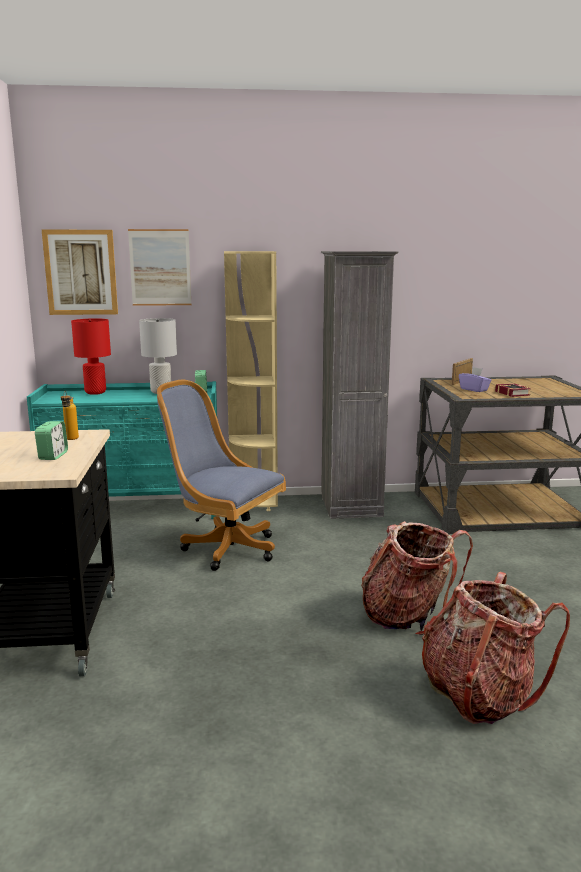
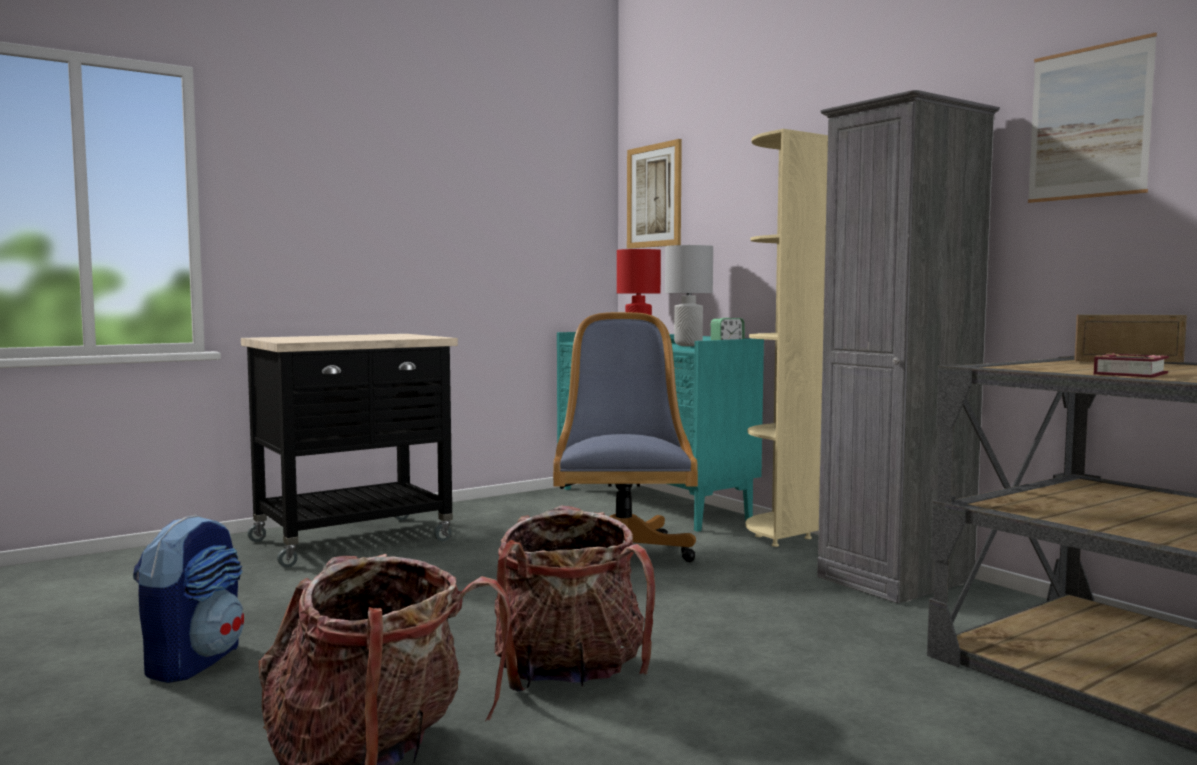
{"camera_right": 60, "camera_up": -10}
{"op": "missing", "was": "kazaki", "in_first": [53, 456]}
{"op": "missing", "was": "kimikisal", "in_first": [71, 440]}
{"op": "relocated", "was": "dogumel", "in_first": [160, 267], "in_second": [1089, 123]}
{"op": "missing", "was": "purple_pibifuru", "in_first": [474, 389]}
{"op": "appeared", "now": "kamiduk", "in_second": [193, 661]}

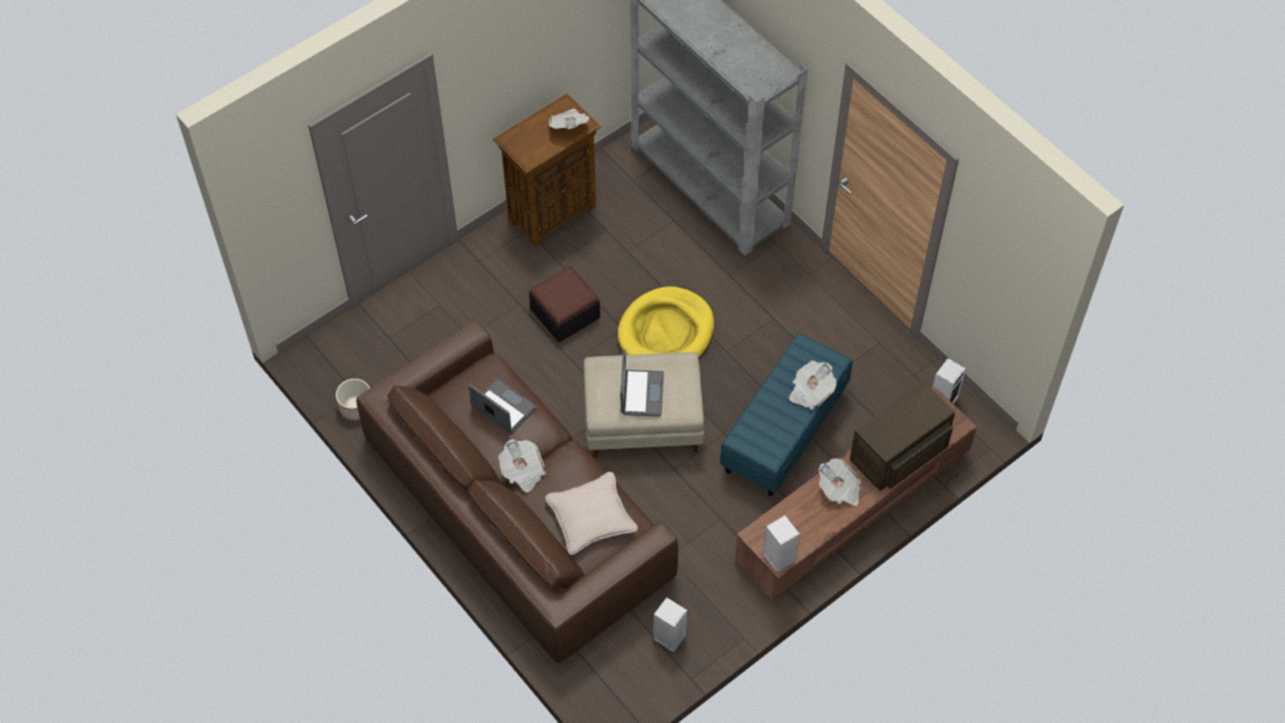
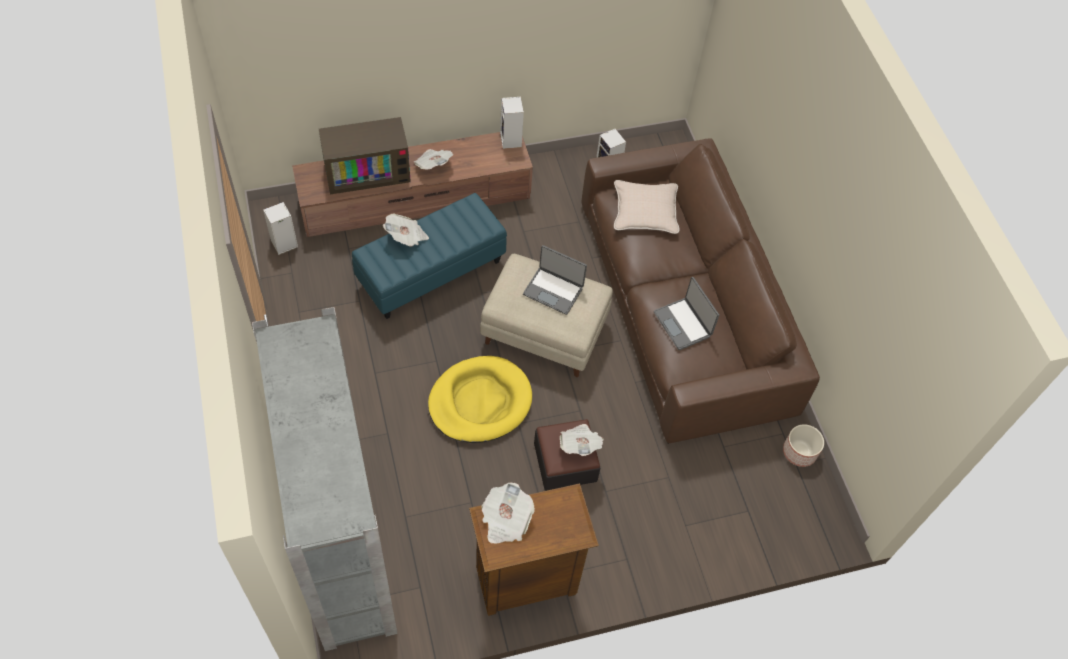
{"camera_right": -160, "camera_up": 0}
{"op": "relocated", "was": "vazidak", "in_first": [522, 471], "in_second": [580, 445]}
{"op": "spun", "was": "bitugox", "in_first": [641, 393], "in_second": [553, 290], "clockwise": -90}

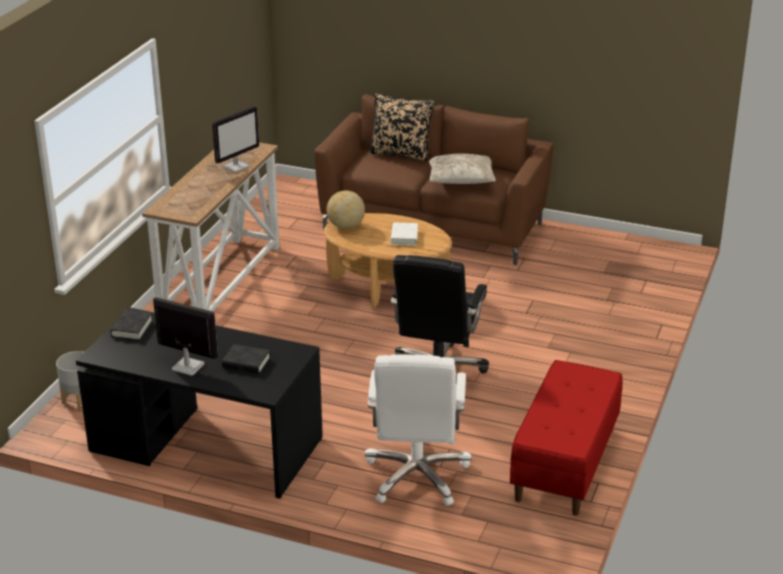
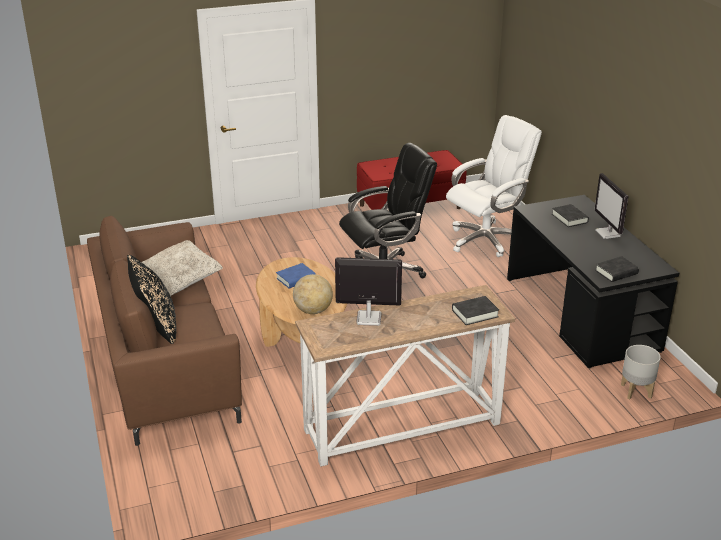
{"camera_right": -130, "camera_up": 0}
{"op": "colour", "was": "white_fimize", "now": "blue_fimize", "in_first": [404, 237], "in_second": [296, 279]}
{"op": "appeared", "now": "black_fimize", "in_second": [475, 313]}

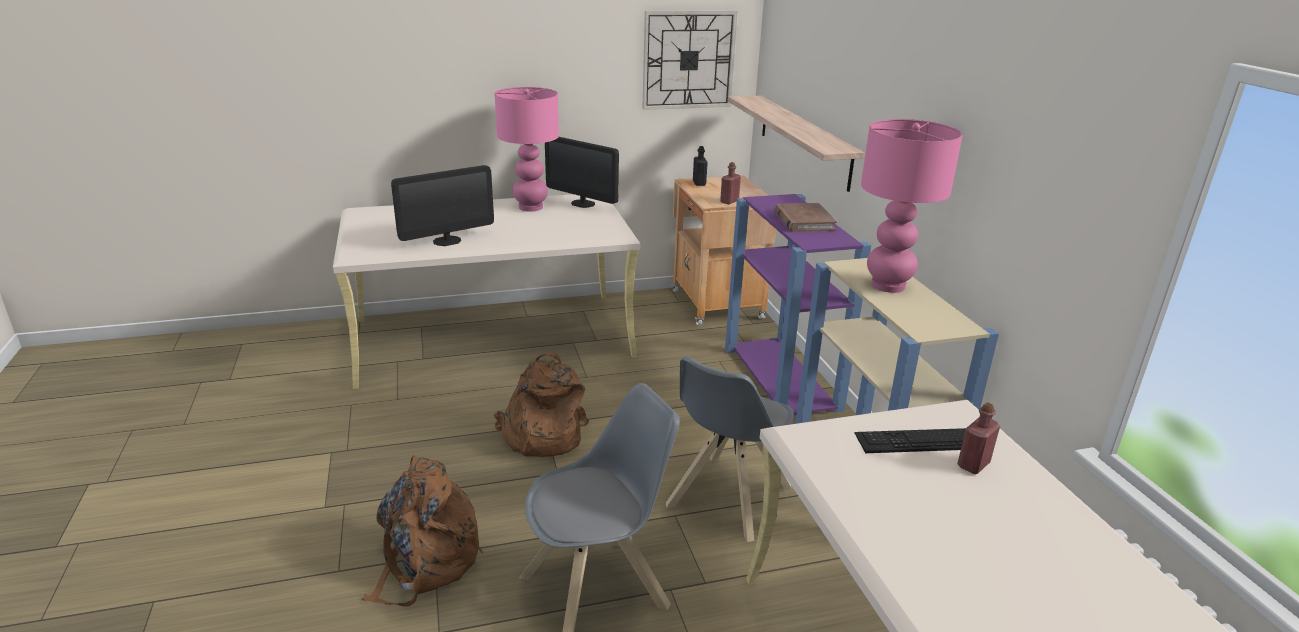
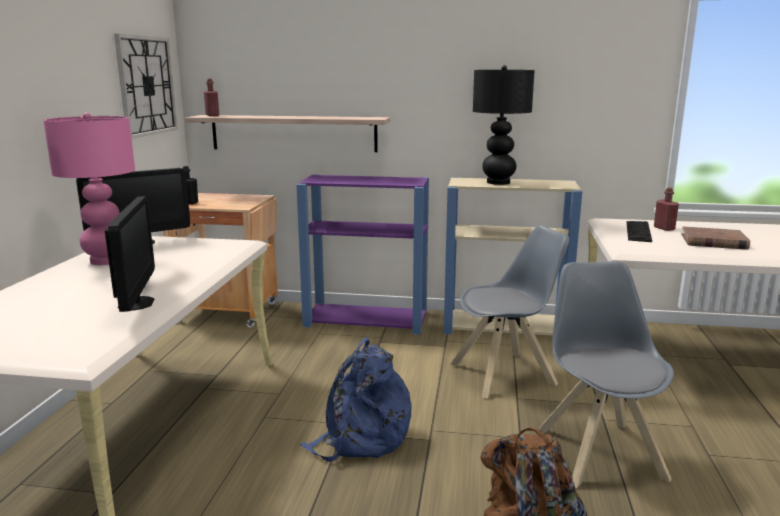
{"camera_right": -65, "camera_up": -10}
{"op": "colour", "was": "brown_kamiduk", "now": "blue_kamiduk", "in_first": [541, 435], "in_second": [361, 437]}
{"op": "spun", "was": "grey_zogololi", "in_first": [727, 498], "in_second": [505, 374], "clockwise": -75}
{"op": "relocated", "was": "red_kimikisal", "in_first": [729, 201], "in_second": [212, 115]}
{"op": "relocated", "was": "brown_fimize", "in_first": [803, 221], "in_second": [713, 242]}
{"op": "colour", "was": "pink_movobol", "now": "black_movobol", "in_first": [887, 285], "in_second": [498, 182]}

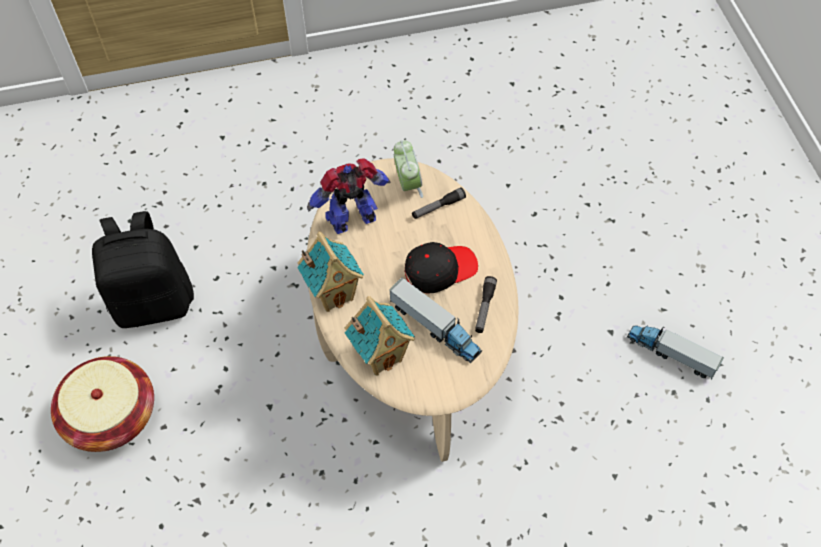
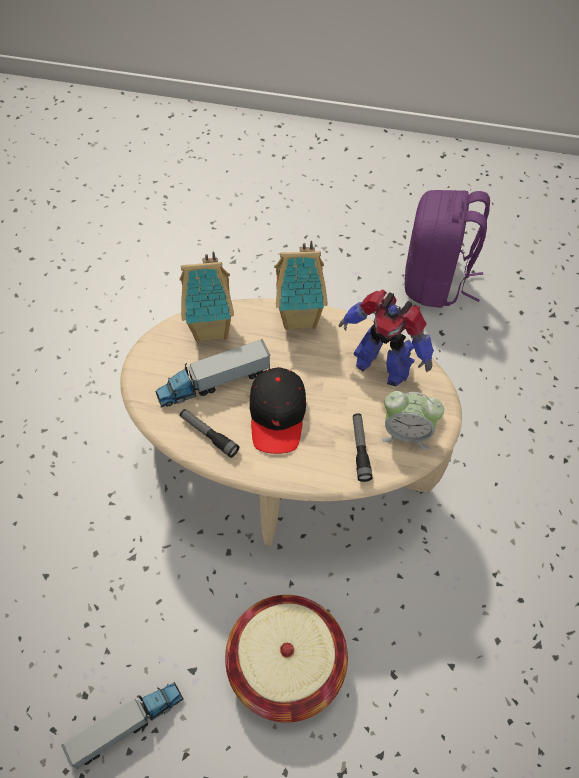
{"camera_right": 115, "camera_up": 0}
{"op": "relocated", "was": "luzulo", "in_first": [111, 416], "in_second": [286, 664]}
{"op": "colour", "was": "black_kamiduk", "now": "purple_kamiduk", "in_first": [153, 301], "in_second": [436, 282]}
{"op": "spun", "was": "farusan", "in_first": [353, 220], "in_second": [382, 365], "clockwise": 120}

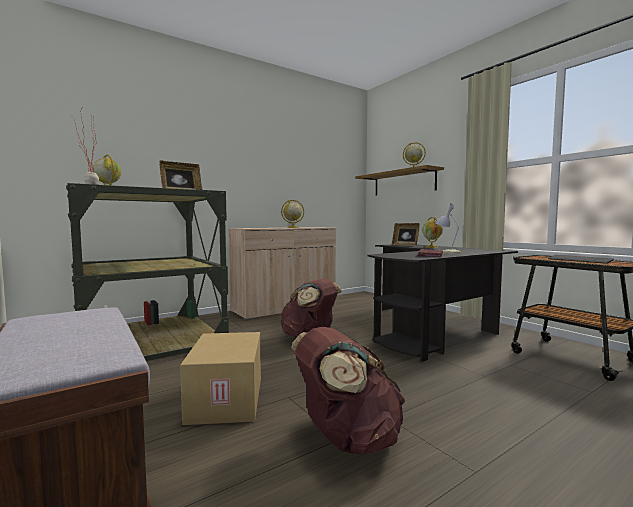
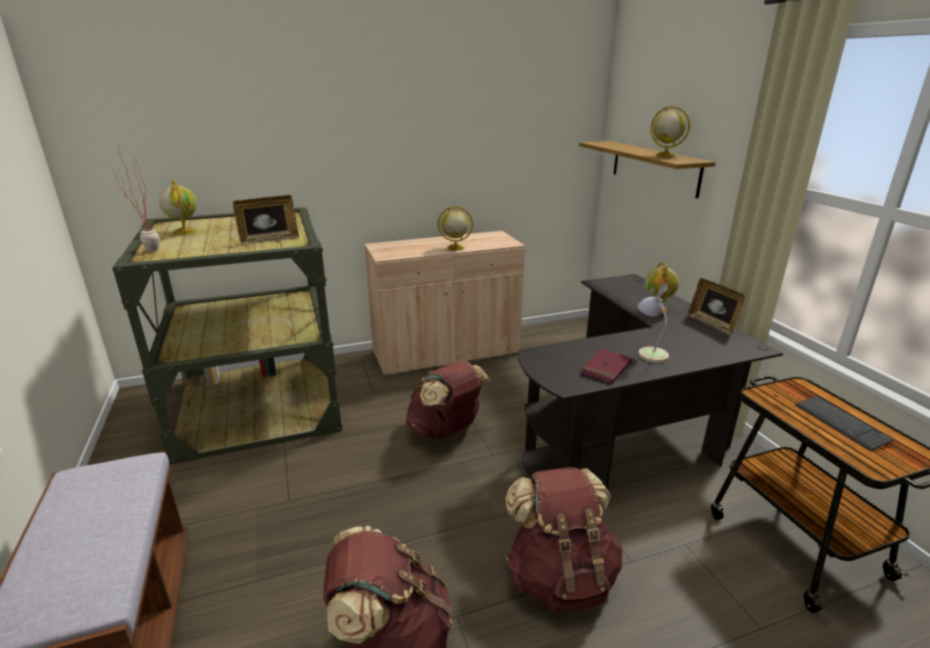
{"camera_right": 15, "camera_up": 20}
{"op": "missing", "was": "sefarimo", "in_first": [228, 399]}
{"op": "relocated", "was": "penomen", "in_first": [405, 245], "in_second": [712, 324]}
{"op": "appeared", "now": "brown_kamiduk", "in_second": [560, 577]}

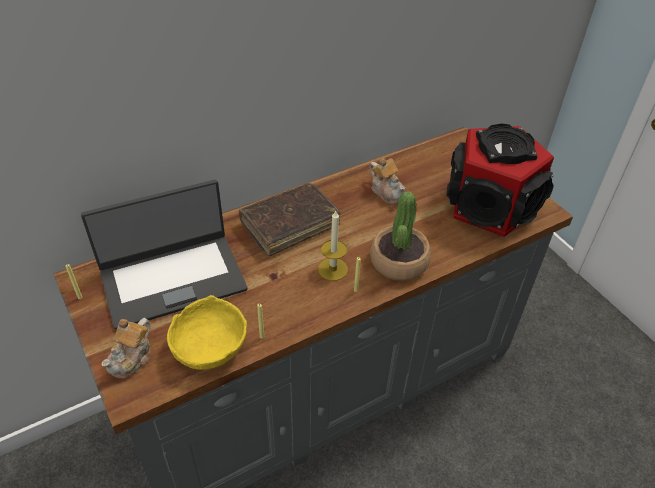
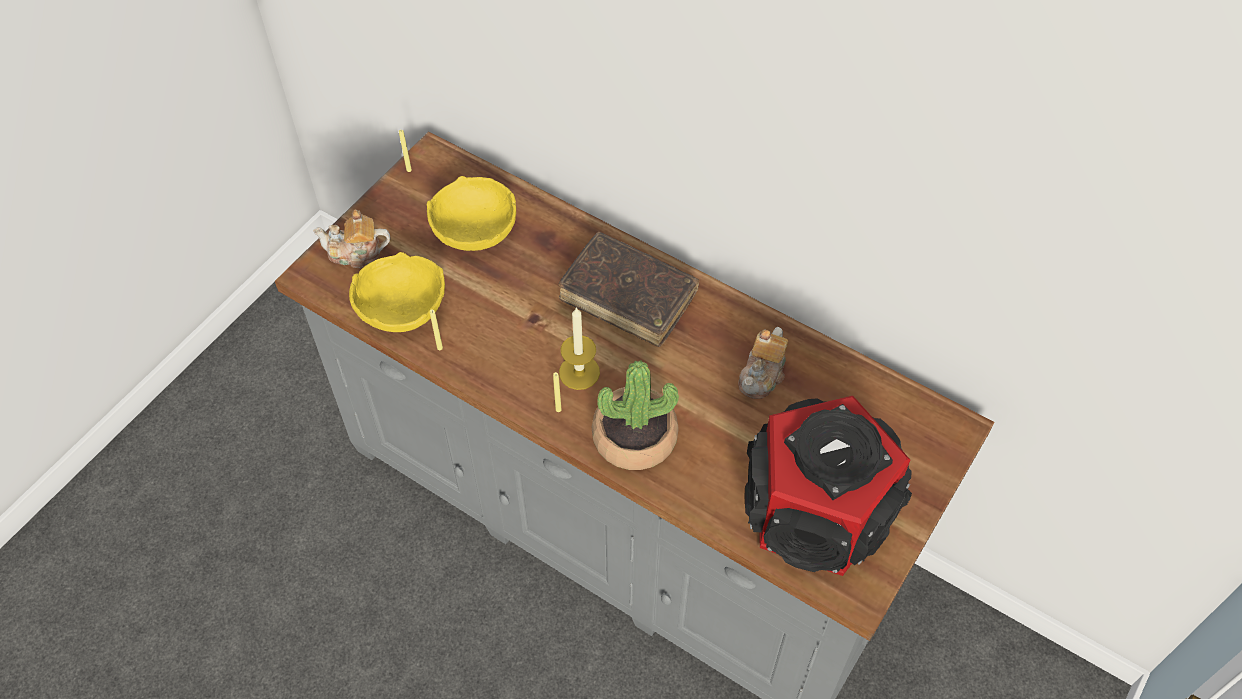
{"camera_right": 65, "camera_up": 10}
{"op": "exchanged", "was": "bitugox", "now": "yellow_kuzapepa", "in_first": [172, 279], "in_second": [476, 230]}

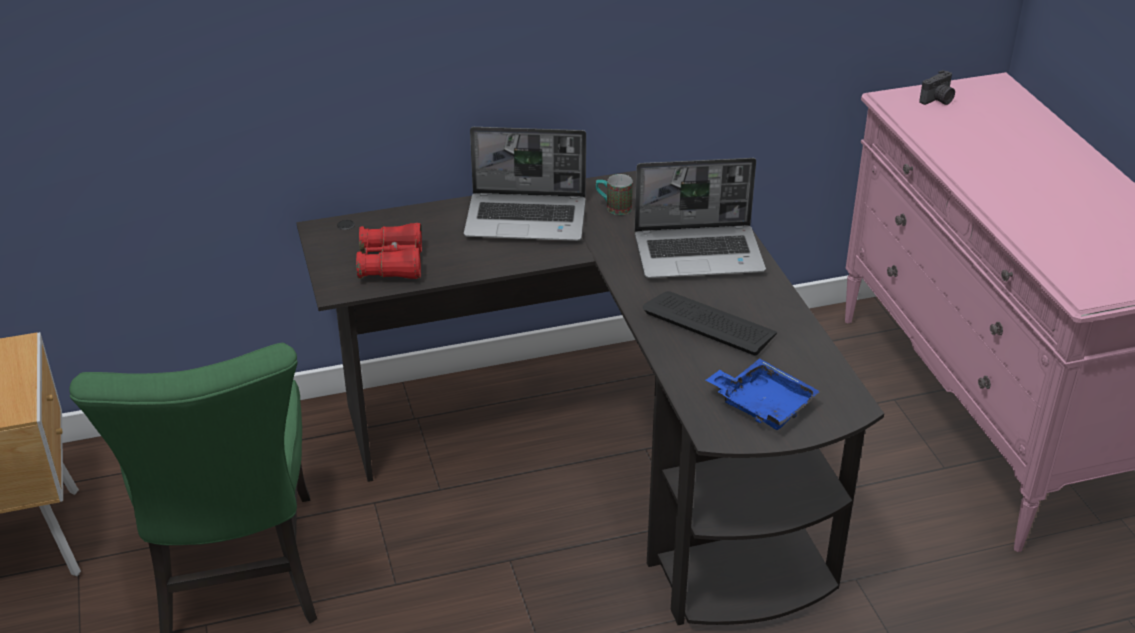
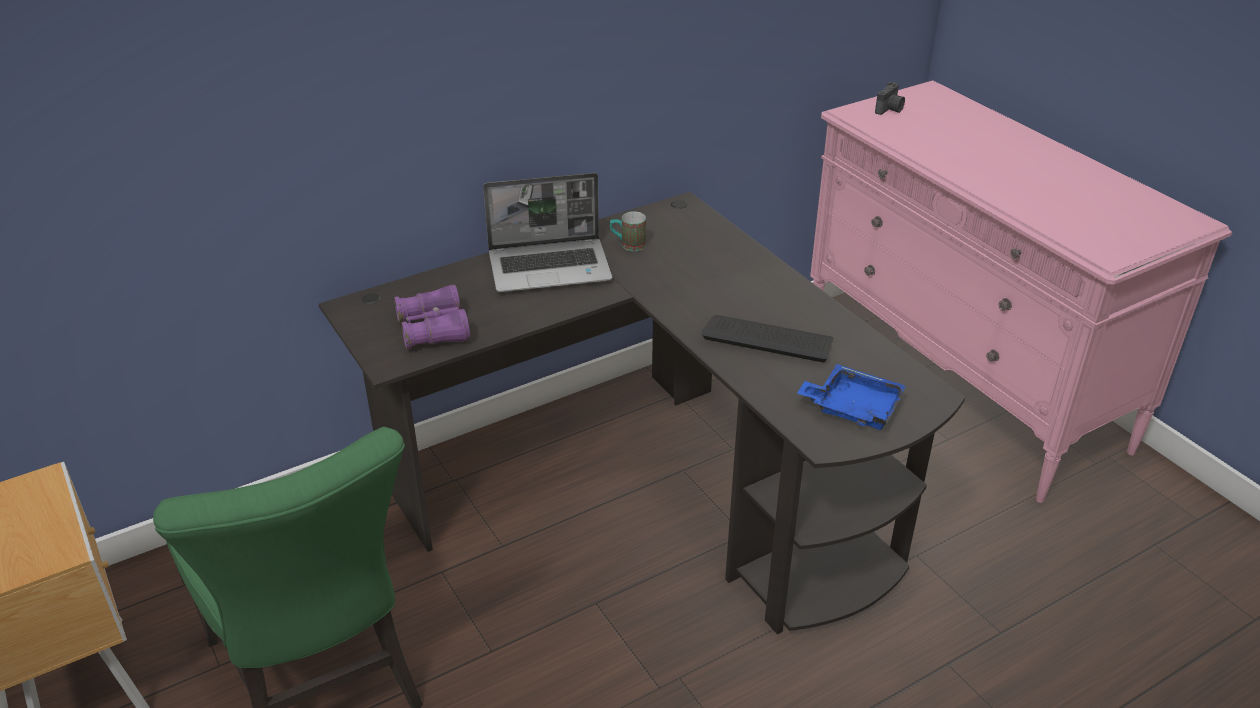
{"camera_right": -15, "camera_up": 0}
{"op": "colour", "was": "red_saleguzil", "now": "purple_saleguzil", "in_first": [391, 264], "in_second": [433, 330]}
{"op": "missing", "was": "bitugox", "in_first": [700, 253]}

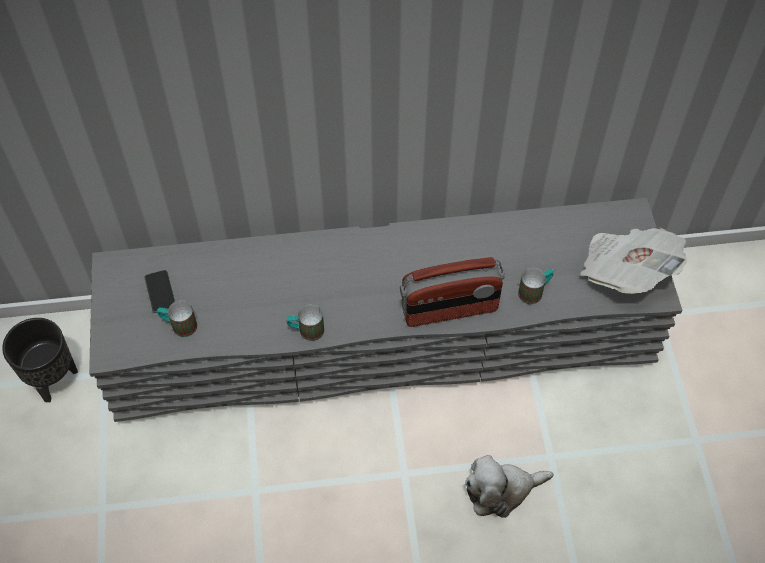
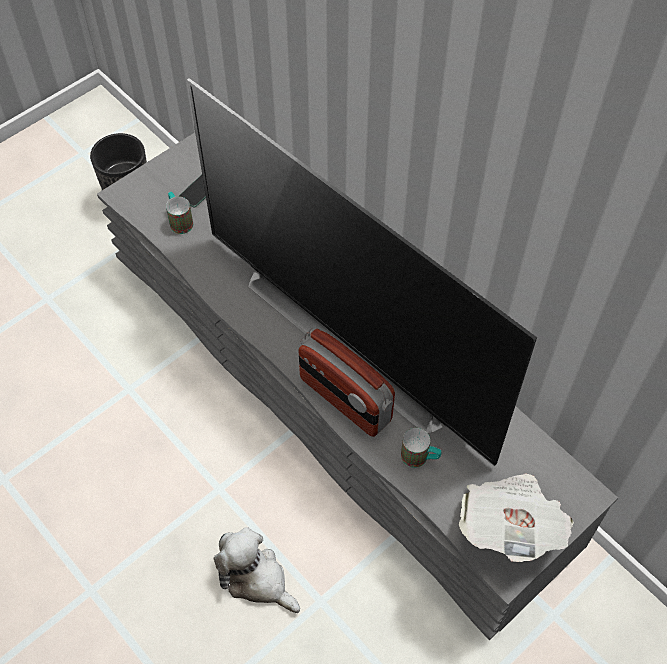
{"camera_right": 55, "camera_up": 0}
{"op": "missing", "was": "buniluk", "in_first": [306, 331]}
{"op": "appeared", "now": "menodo", "in_second": [355, 336]}

